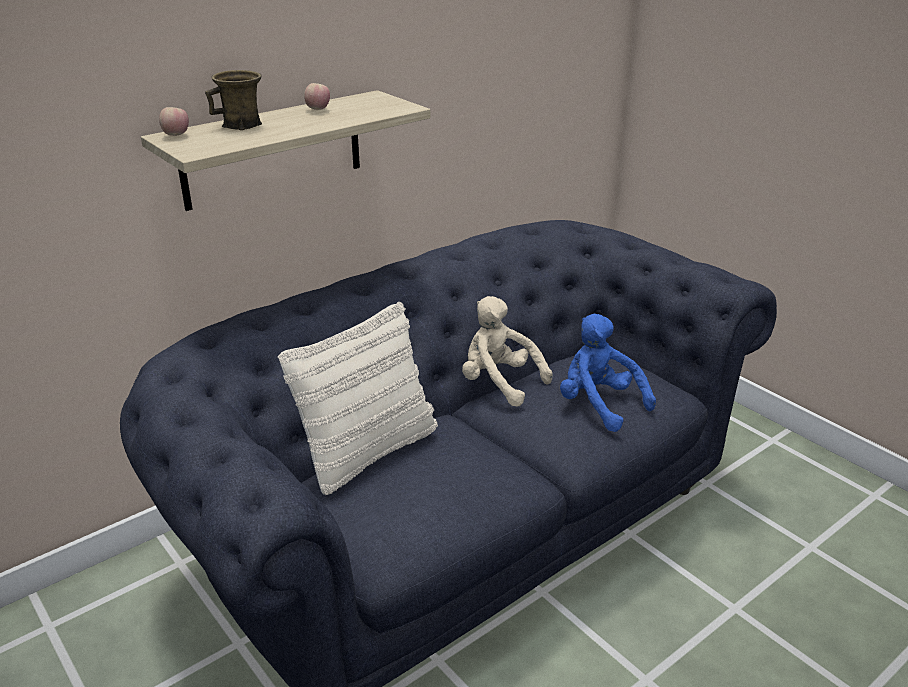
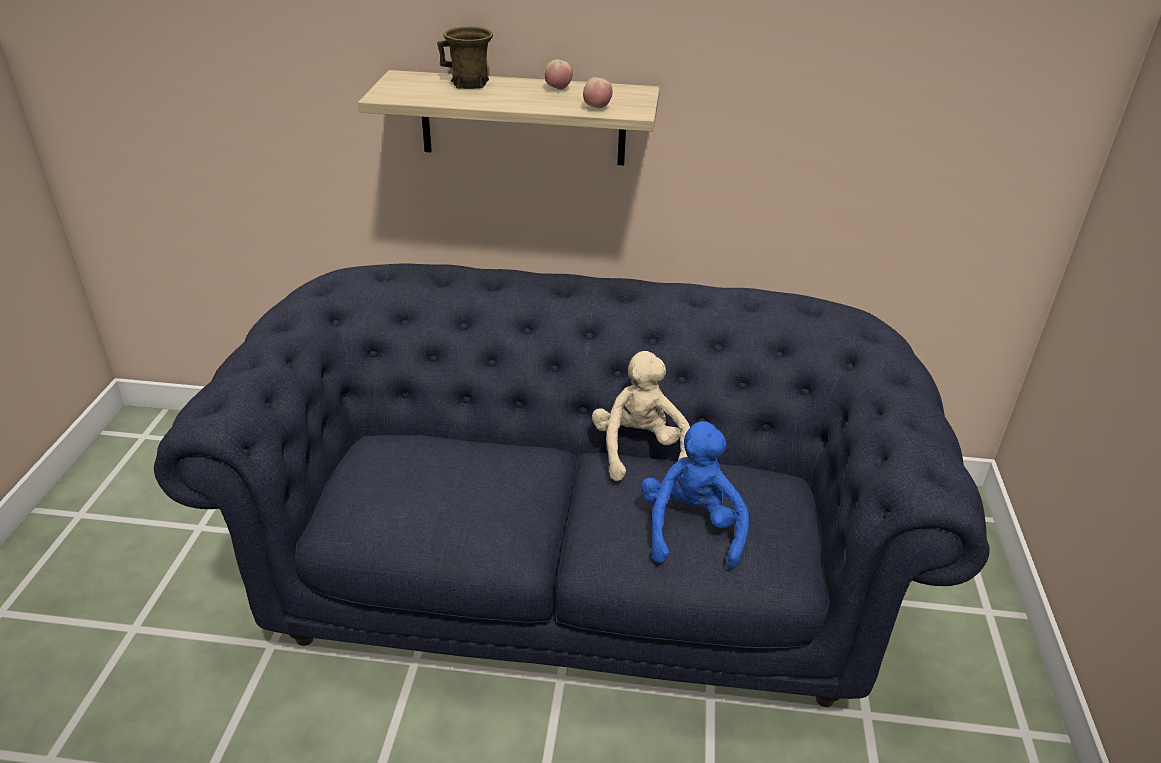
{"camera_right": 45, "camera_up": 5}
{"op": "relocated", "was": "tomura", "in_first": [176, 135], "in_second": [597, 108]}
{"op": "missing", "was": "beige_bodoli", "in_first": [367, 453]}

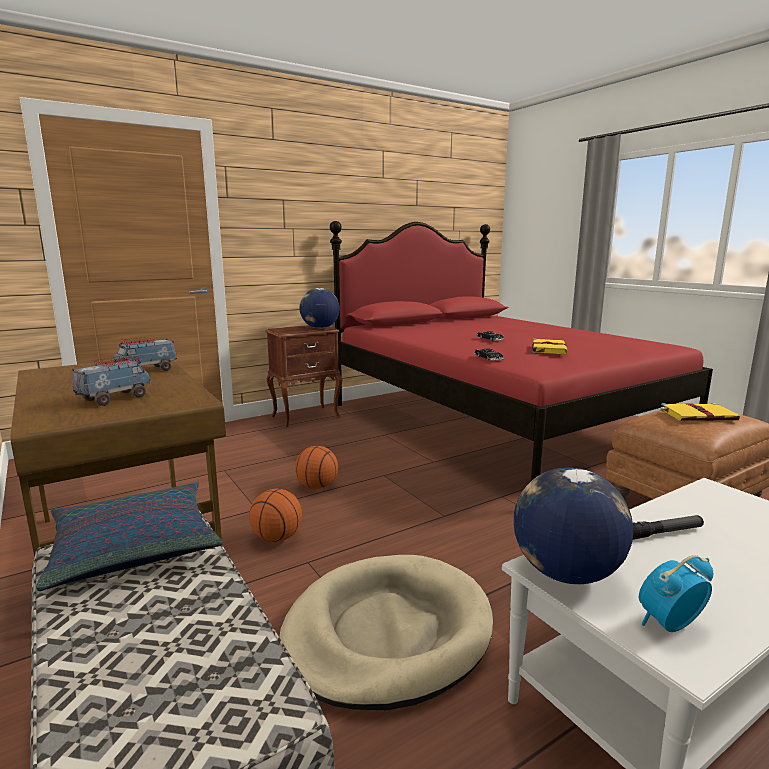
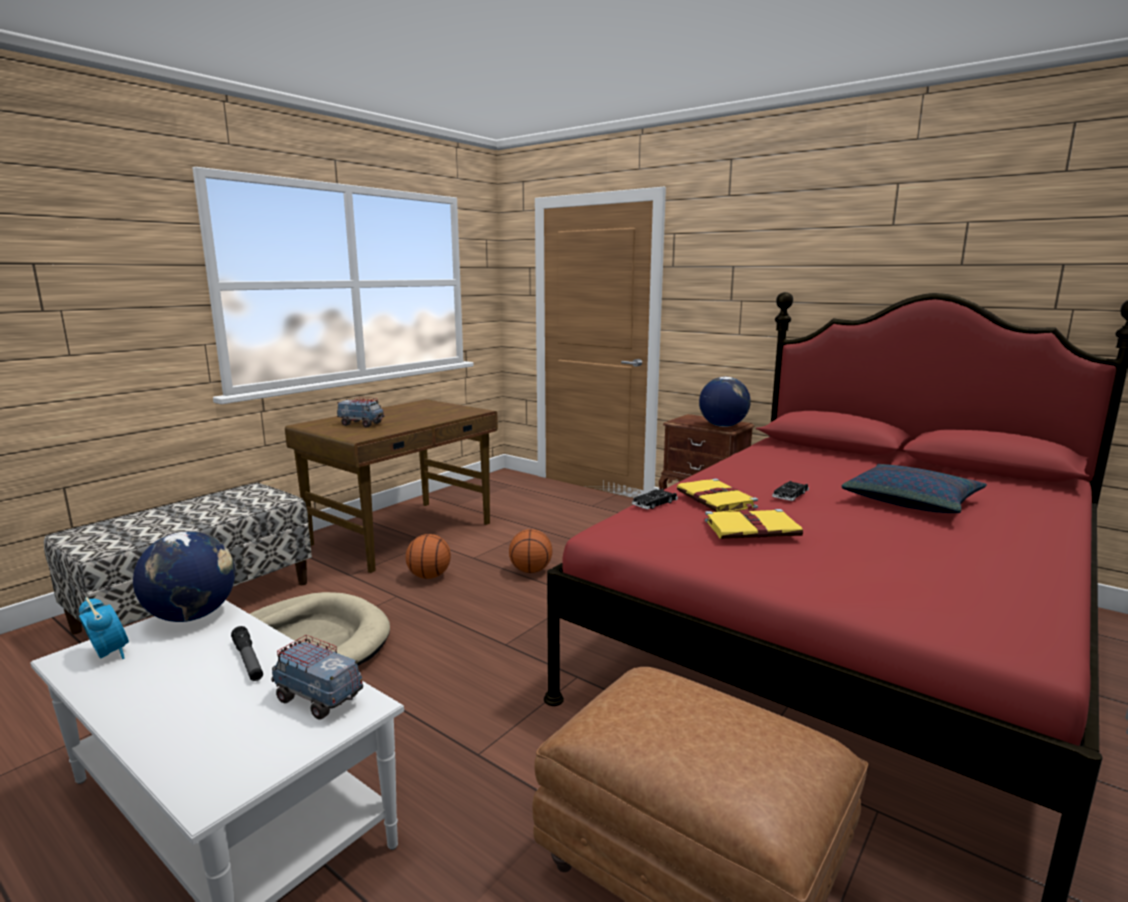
{"camera_right": 70, "camera_up": 0}
{"op": "relocated", "was": "blue_bodoli", "in_first": [134, 548], "in_second": [912, 502]}
{"op": "relocated", "was": "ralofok", "in_first": [147, 371], "in_second": [318, 699]}
{"op": "relocated", "was": "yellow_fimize", "in_first": [699, 415], "in_second": [717, 499]}

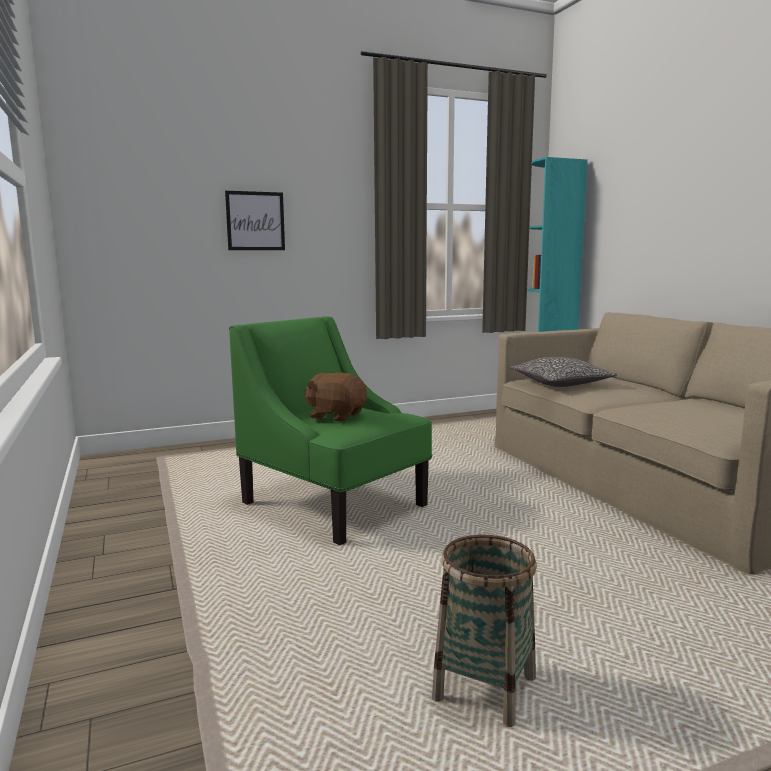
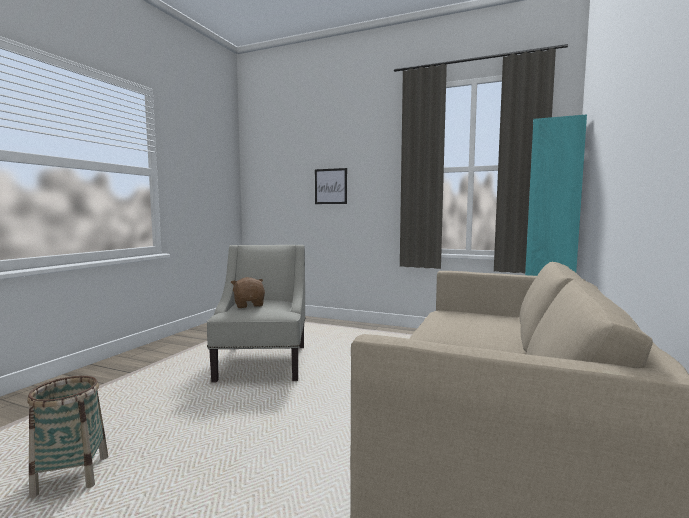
{"camera_right": 45, "camera_up": -5}
{"op": "colour", "was": "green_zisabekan", "now": "grey_zisabekan", "in_first": [335, 505], "in_second": [263, 363]}
{"op": "missing", "was": "bodoli", "in_first": [560, 383]}

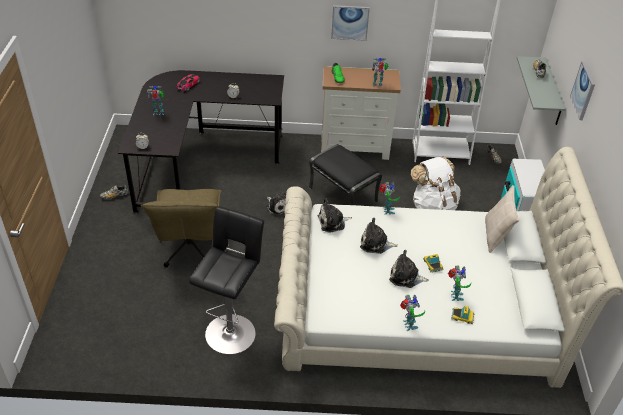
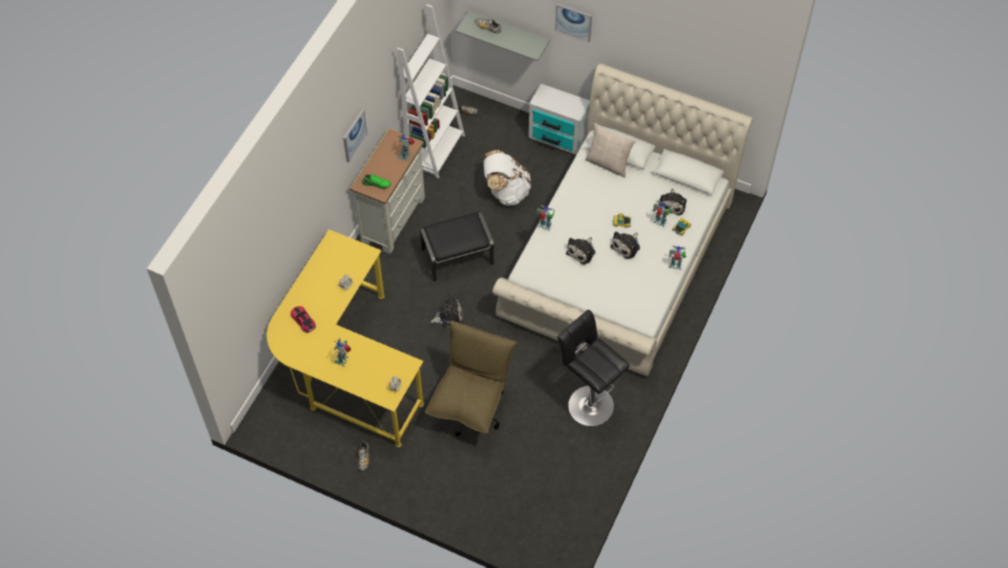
{"camera_right": -65, "camera_up": 15}
{"op": "colour", "was": "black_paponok", "now": "yellow_paponok", "in_first": [199, 161], "in_second": [345, 366]}
{"op": "spun", "was": "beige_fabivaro", "in_first": [190, 247], "in_second": [471, 408], "clockwise": -90}
{"op": "relocated", "was": "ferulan", "in_first": [333, 222], "in_second": [672, 204]}

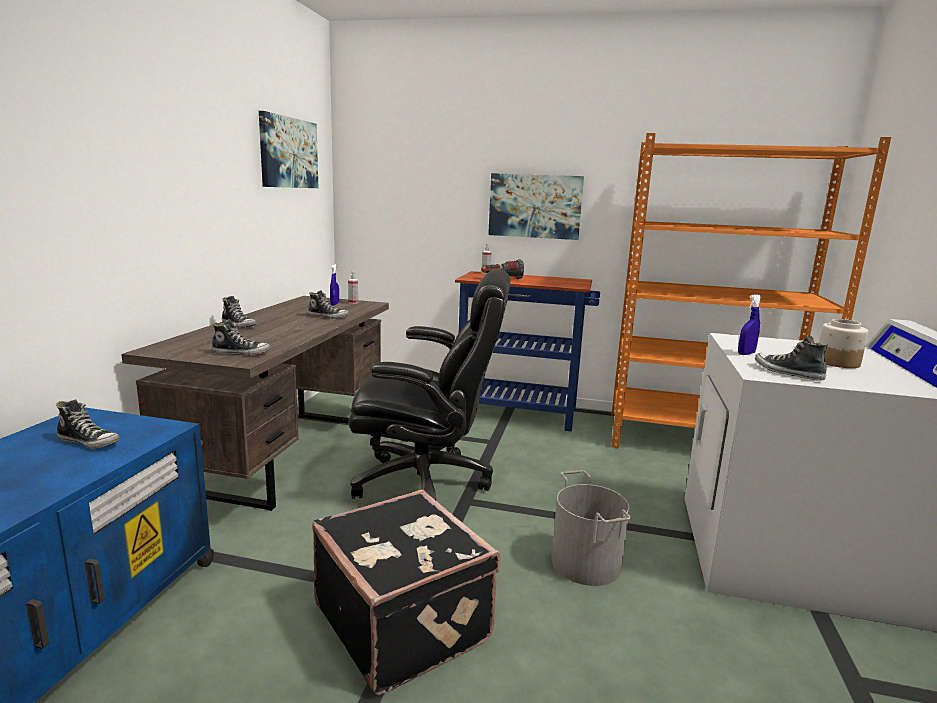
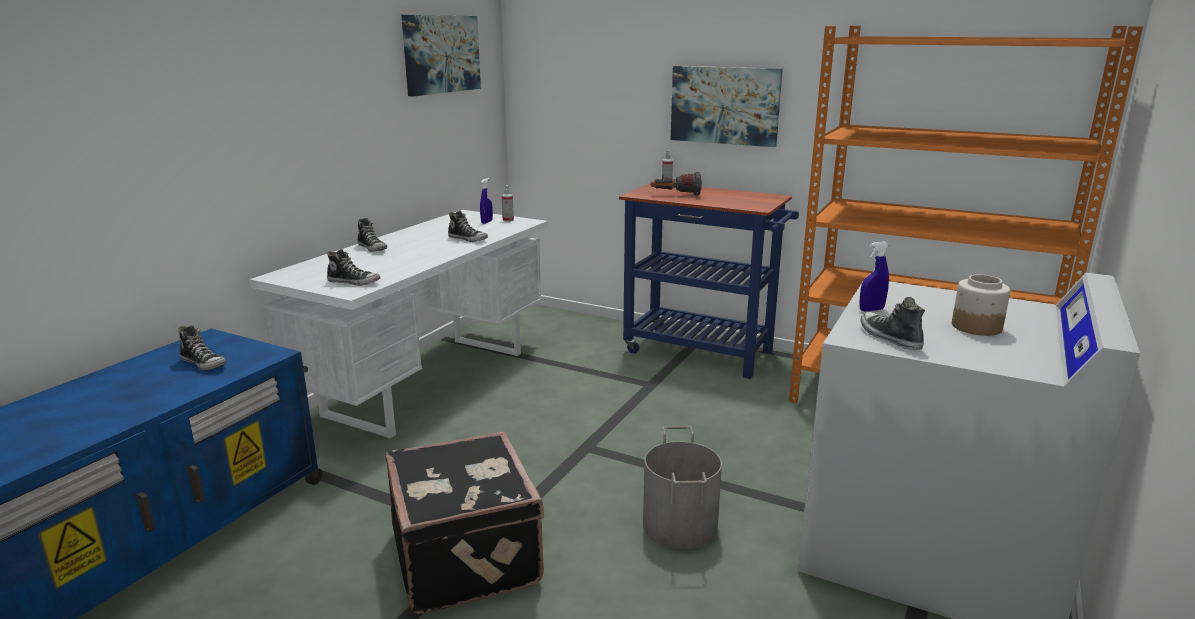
{"camera_right": 15, "camera_up": 5}
{"op": "colour", "was": "brown_paponok", "now": "white_paponok", "in_first": [289, 454], "in_second": [429, 381]}
{"op": "missing", "was": "black_fabivaro", "in_first": [428, 485]}

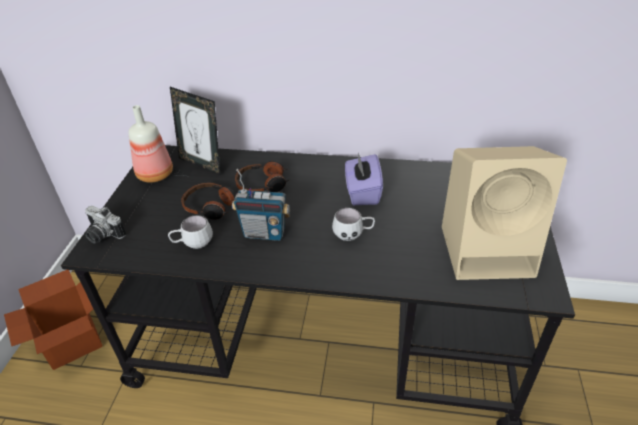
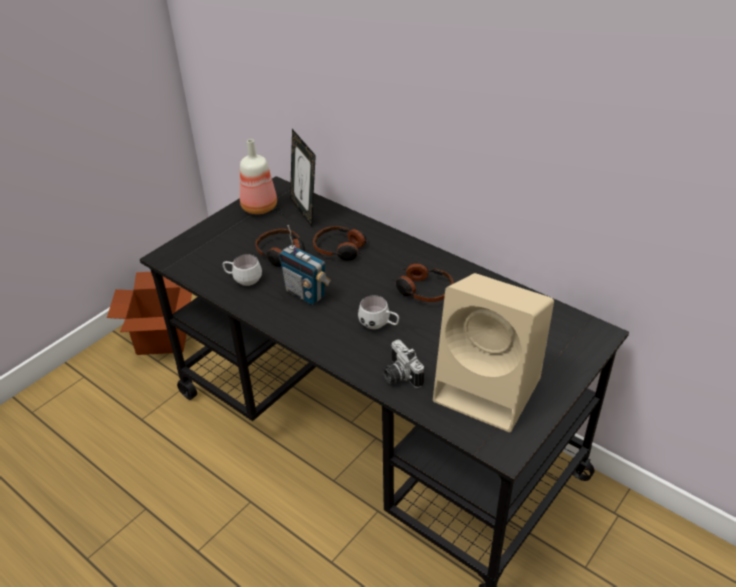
{"camera_right": 30, "camera_up": 0}
{"op": "relocated", "was": "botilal", "in_first": [102, 235], "in_second": [399, 375]}
{"op": "exchanged", "was": "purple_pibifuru", "now": "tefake", "in_first": [362, 192], "in_second": [423, 290]}

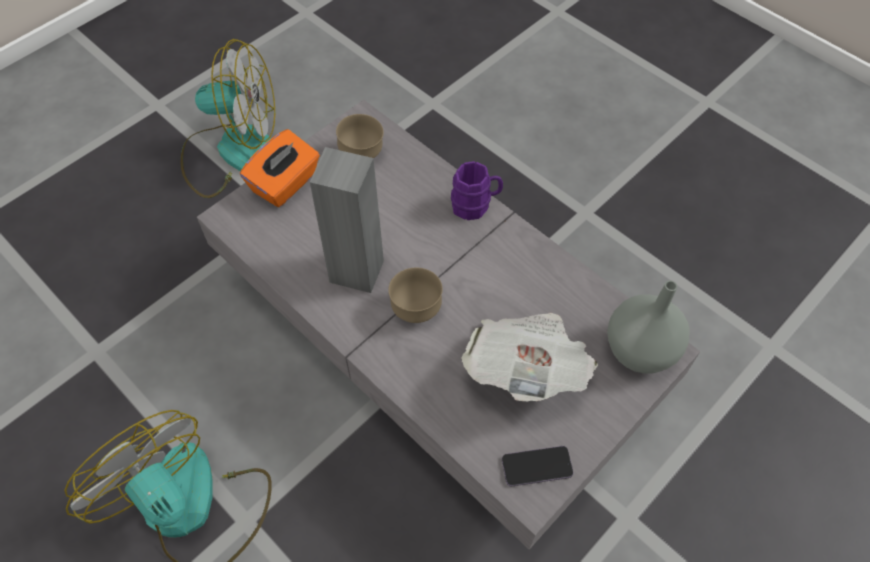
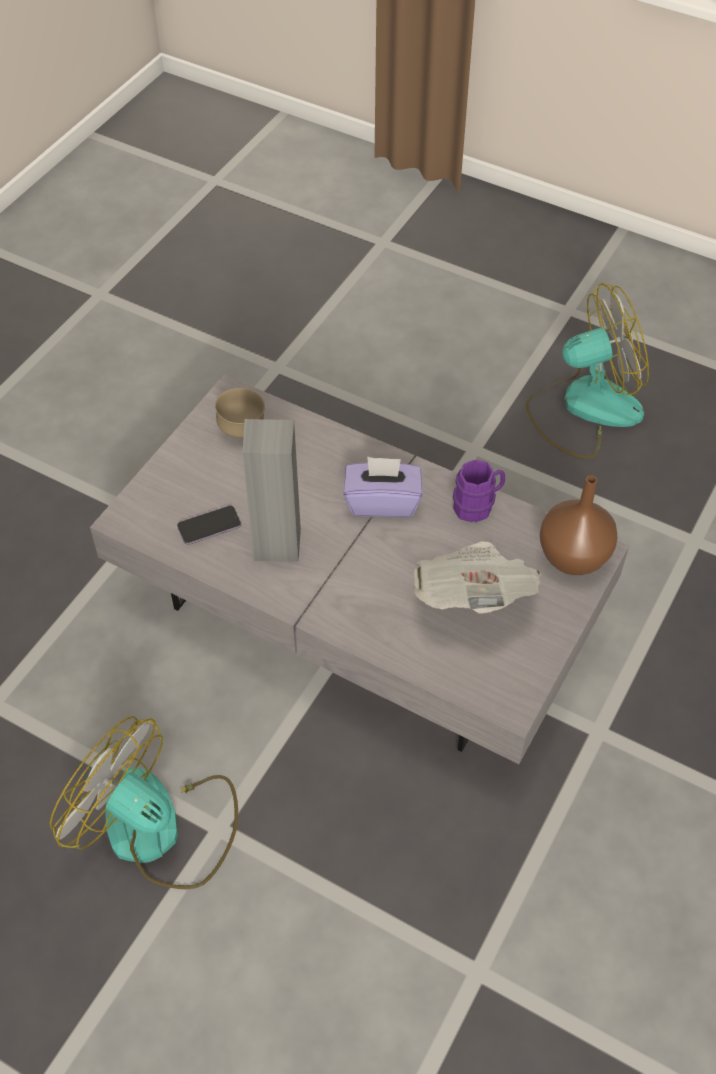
{"camera_right": -15, "camera_up": -5}
{"op": "relocated", "was": "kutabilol", "in_first": [233, 152], "in_second": [583, 408]}
{"op": "missing", "was": "orange_pibifuru", "in_first": [285, 184]}
{"op": "missing", "was": "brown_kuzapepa", "in_first": [416, 309]}
{"op": "relocated", "was": "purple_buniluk", "in_first": [475, 205], "in_second": [478, 505]}
{"op": "relocated", "was": "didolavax", "in_first": [536, 467], "in_second": [209, 526]}
{"op": "colour", "was": "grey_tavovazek", "now": "brown_tavovazek", "in_first": [641, 350], "in_second": [574, 557]}
{"op": "appeared", "now": "purple_pibifuru", "in_second": [382, 502]}

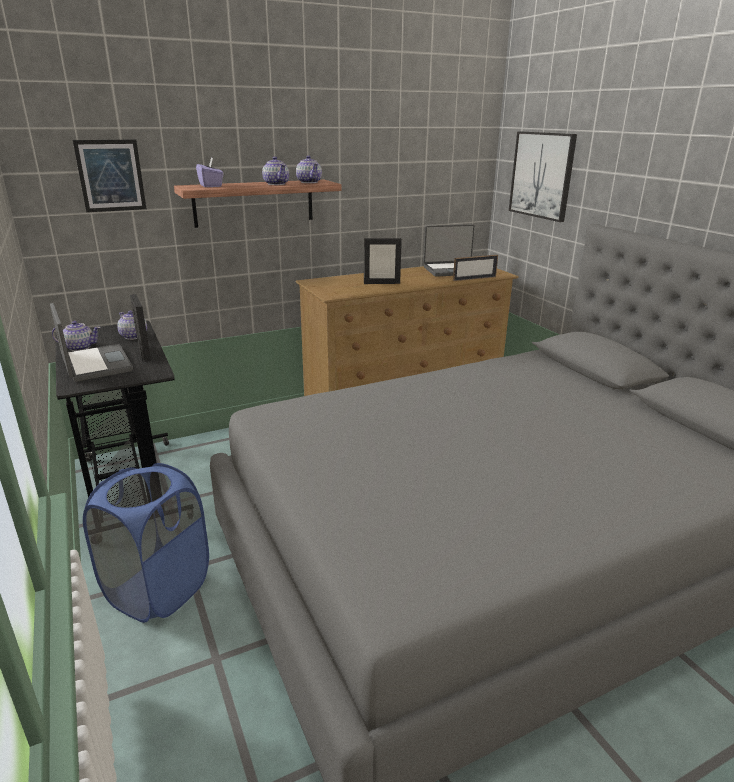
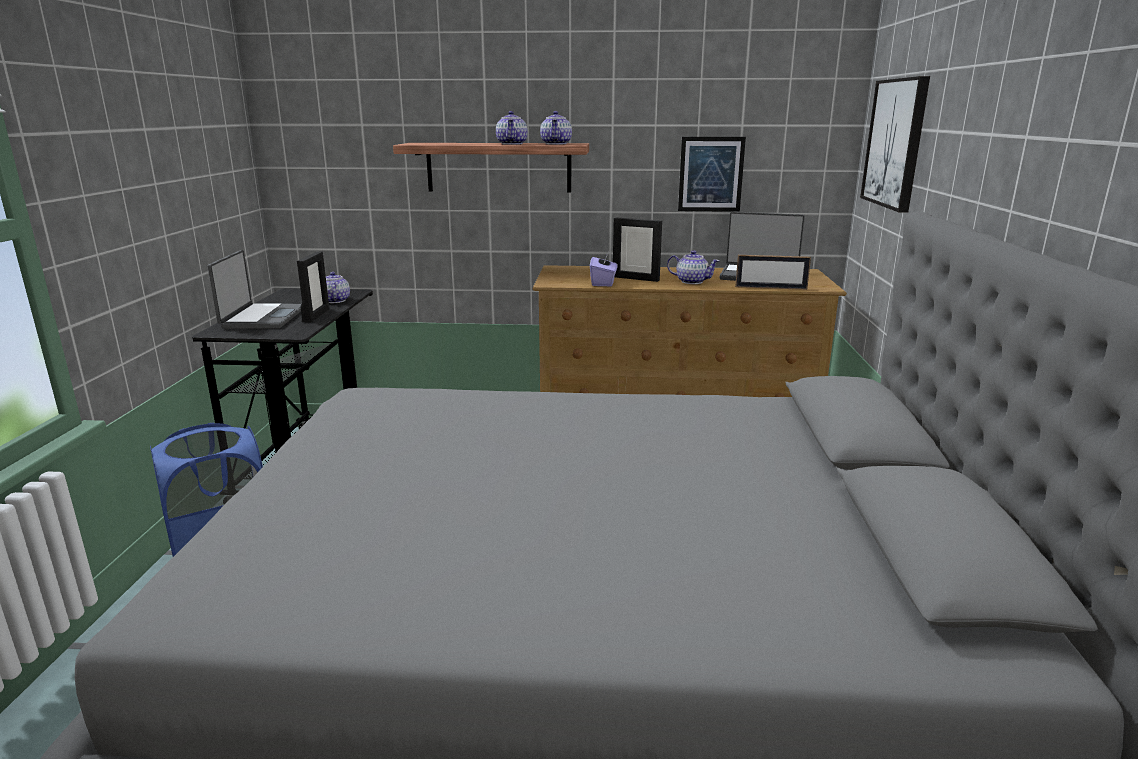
{"camera_right": 30, "camera_up": -5}
{"op": "relocated", "was": "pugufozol", "in_first": [79, 347], "in_second": [691, 281]}
{"op": "relocated", "was": "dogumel", "in_first": [111, 176], "in_second": [711, 174]}
{"op": "relocated", "was": "purple_pibifuru", "in_first": [211, 186], "in_second": [603, 283]}

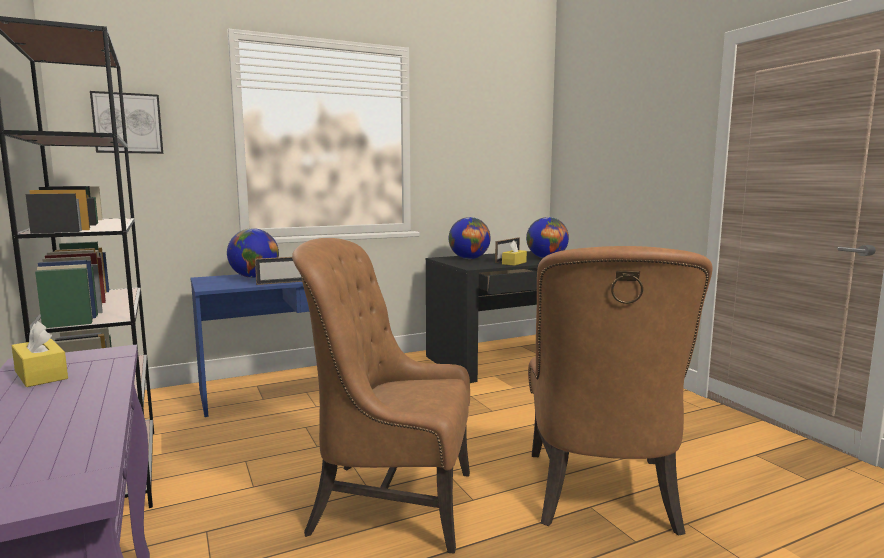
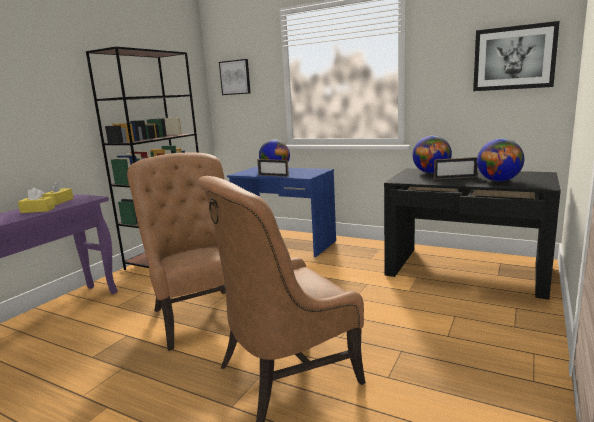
{"camera_right": 55, "camera_up": 5}
{"op": "relocated", "was": "yellow_pibifuru", "in_first": [514, 263], "in_second": [37, 210]}
{"op": "appeared", "now": "dogumel", "in_second": [514, 58]}

